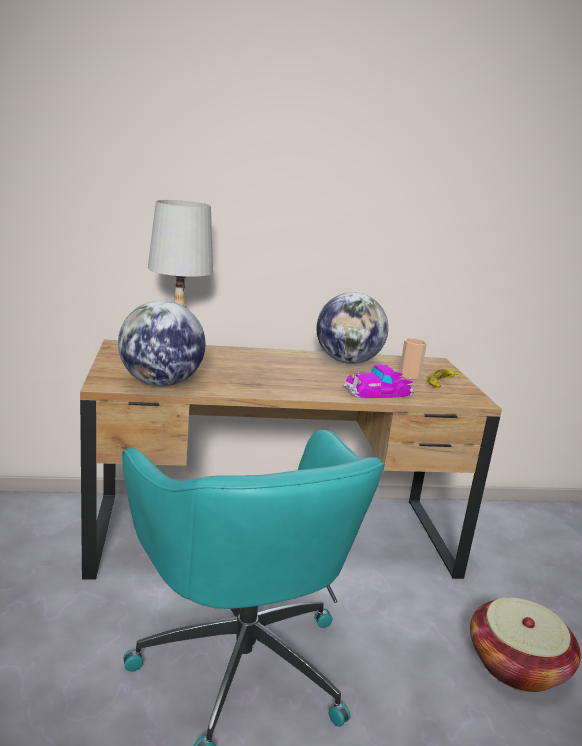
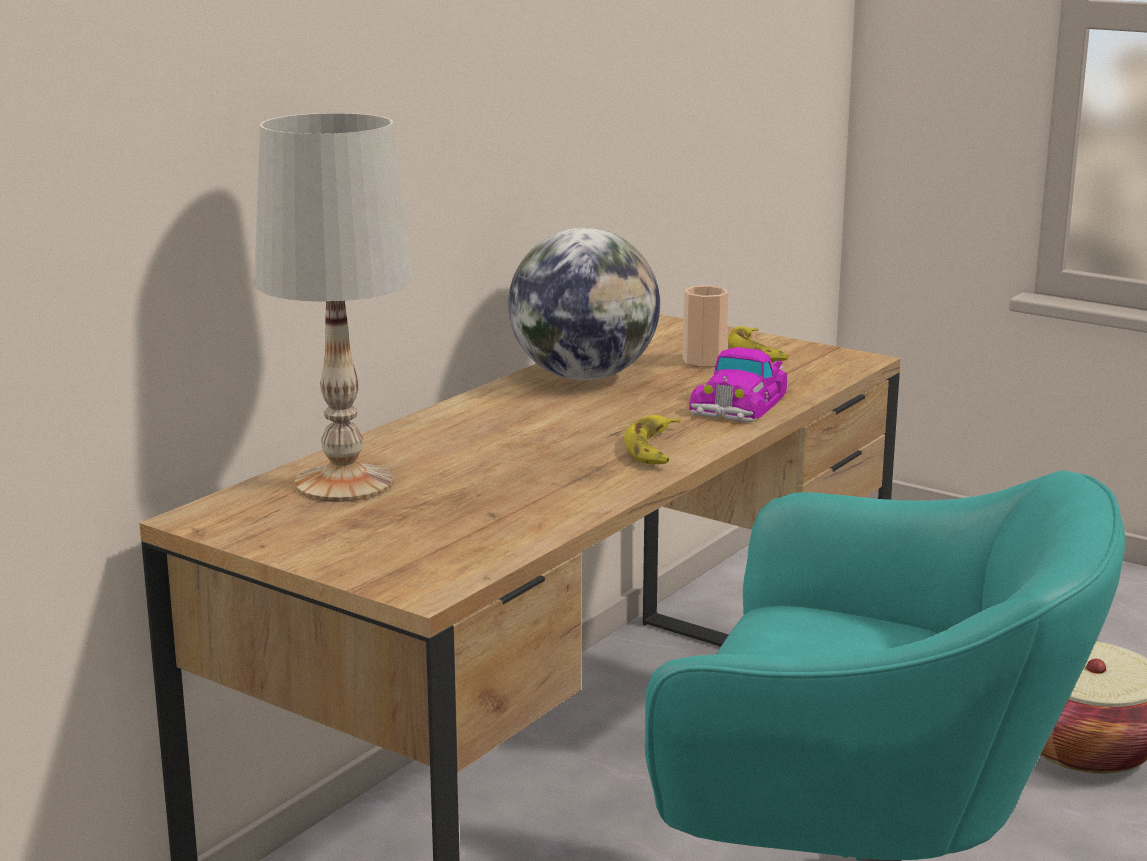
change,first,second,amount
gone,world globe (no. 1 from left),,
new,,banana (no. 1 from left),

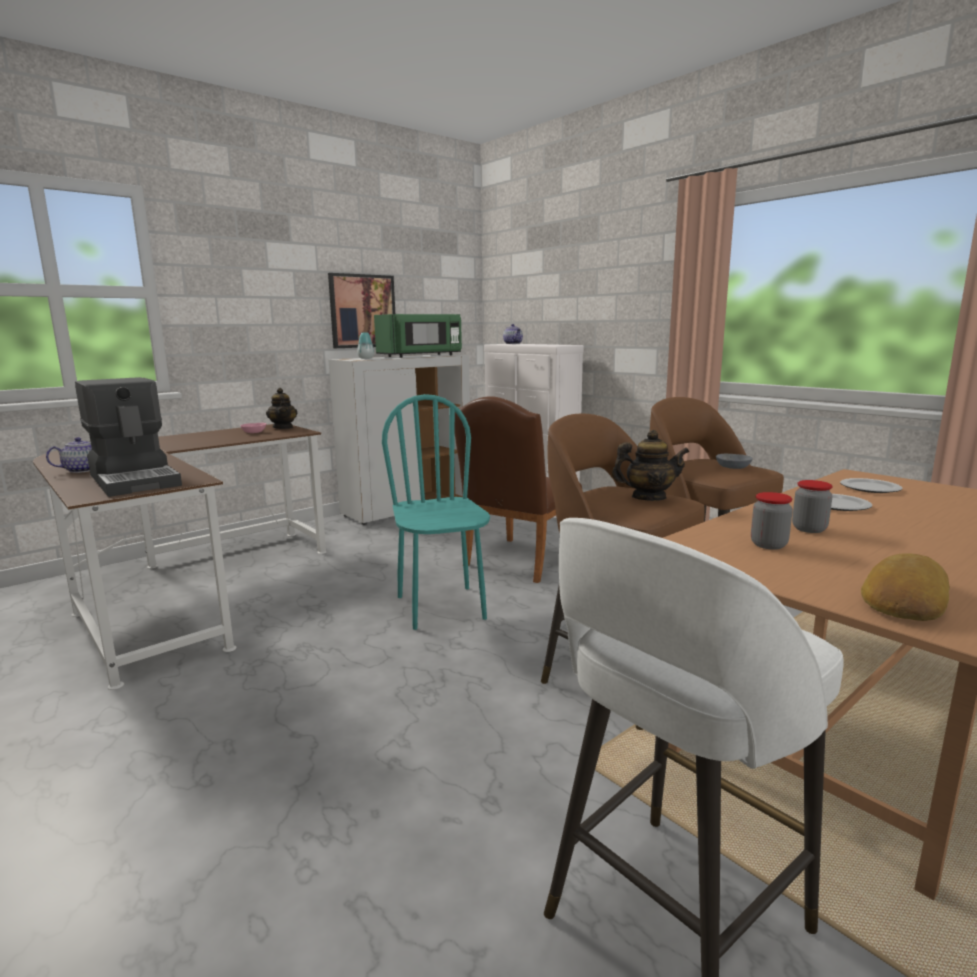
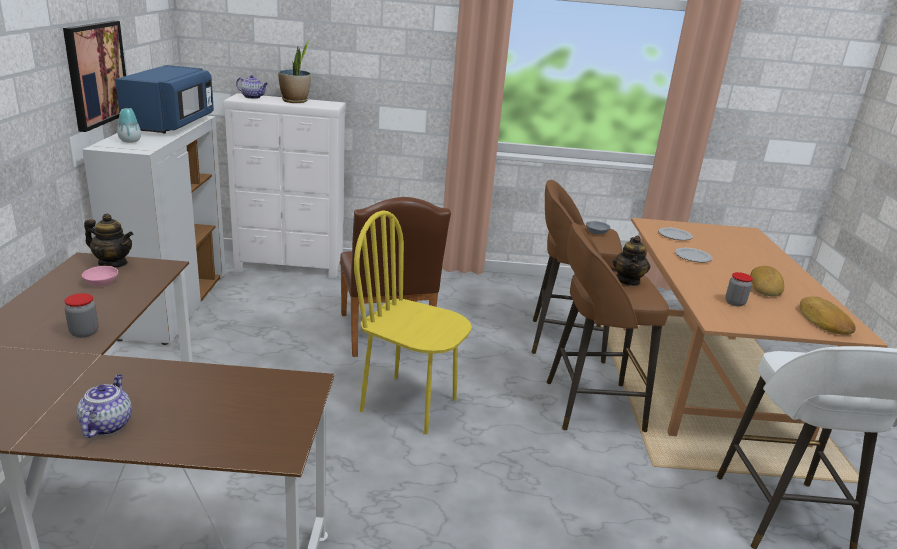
change,first,second,amount
gone,coffee brewer,,
new,,potted plant,
new,,bakery bread (no. 1 from left),
shifted,storage jar (no. 2 from left in the first image),storage jar (no. 1 from left),
repainted,green microwave oven,blue microwave oven,
repainted,blue-green plain chair,yellow-coloured plain chair,
rotated,teapot (no. 4 from left),,150 degrees clockwise

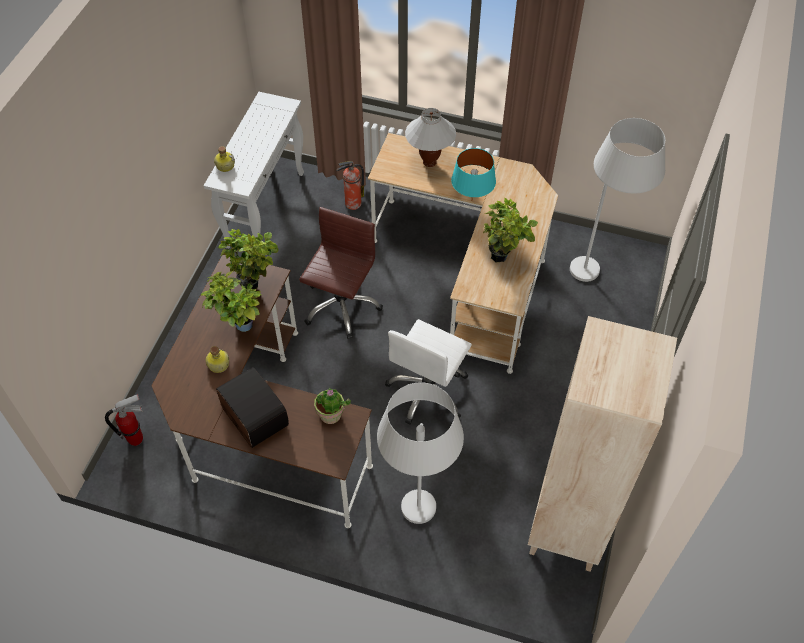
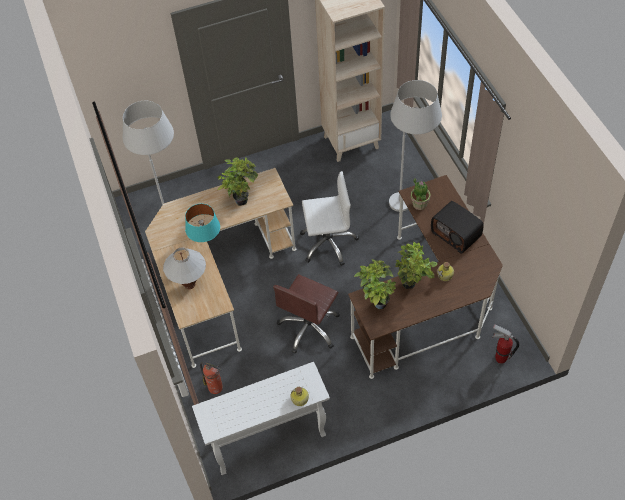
change,first,second,amount
rotated,radio receiver,,60 degrees counterclockwise
rotated,brown-coloured office chair,,45 degrees counterclockwise

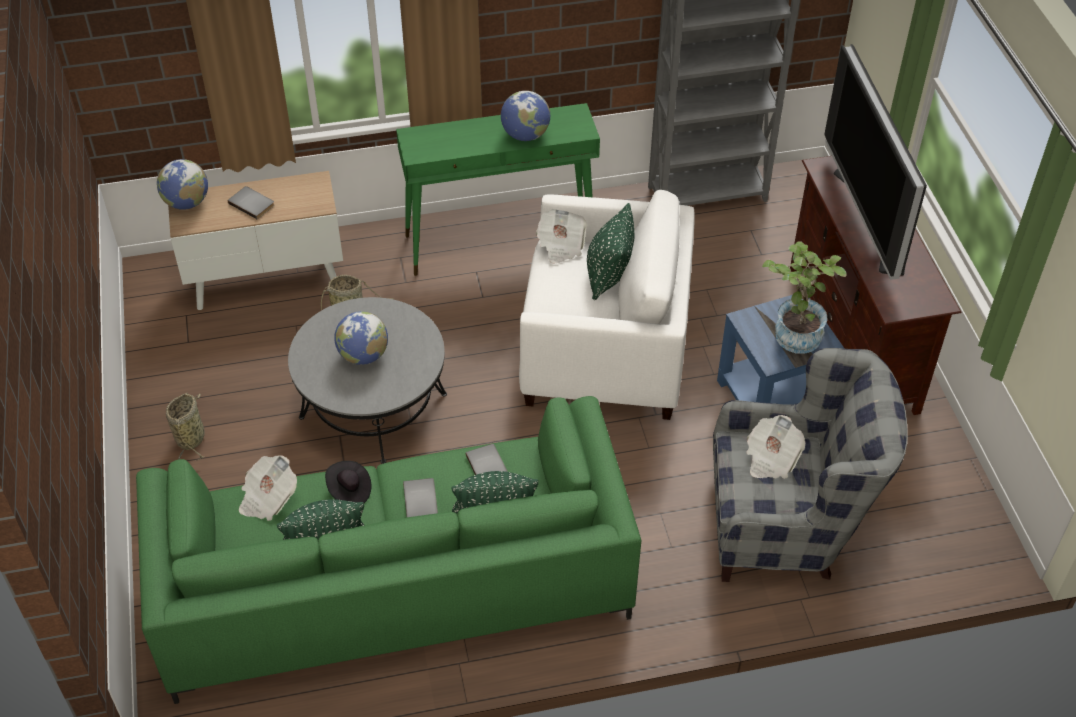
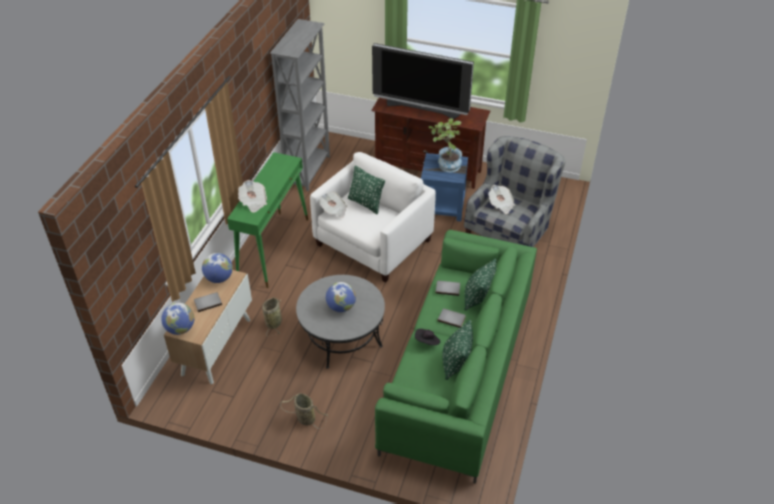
change,first,second,amount
shifted,printed paper (no. 1 from left),,
shifted,world globe (no. 3 from left in the first image),world globe (no. 2 from left),

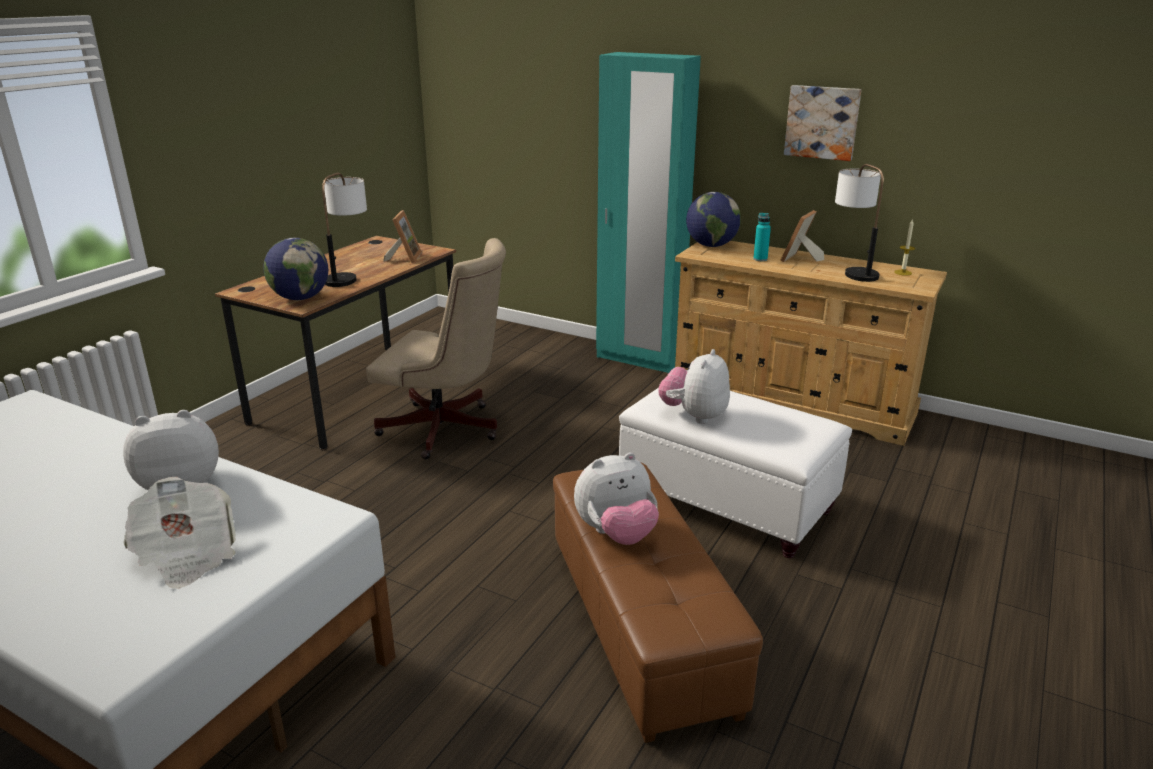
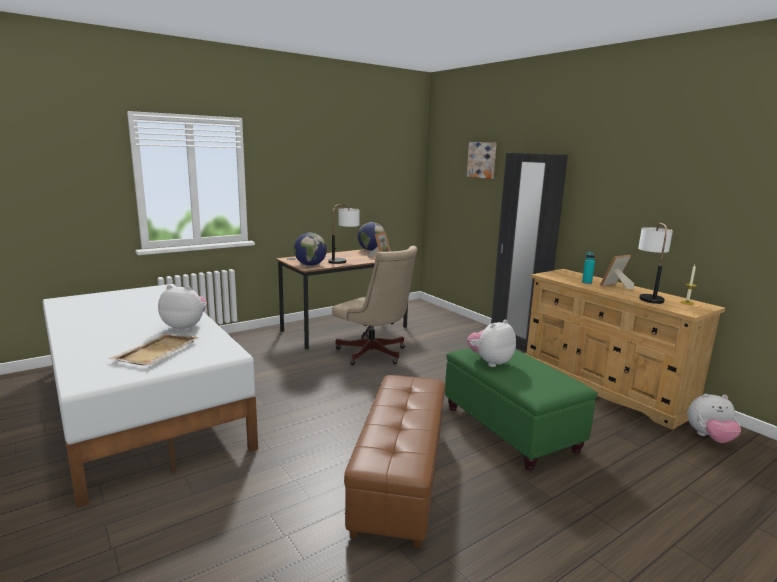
change,first,second,amount
shifted,plush toy (no. 2 from left in the first image),plush toy (no. 3 from left),
shifted,world globe (no. 2 from left),,
shifted,picture,,
swapped,printed paper,sand-coloured serving tray,
repainted,blue-green wardrobe,blackish wardrobe,
repainted,white-coloured ottoman,green ottoman,

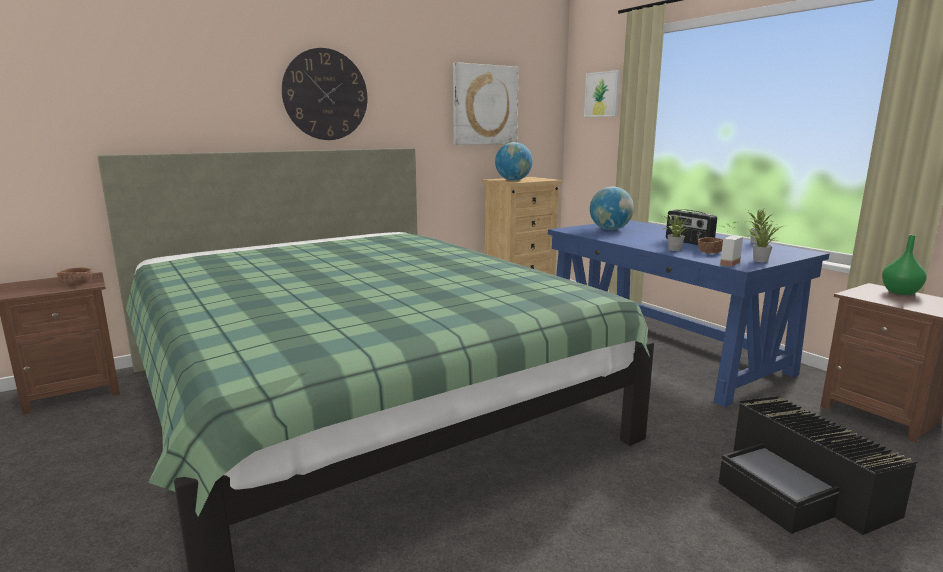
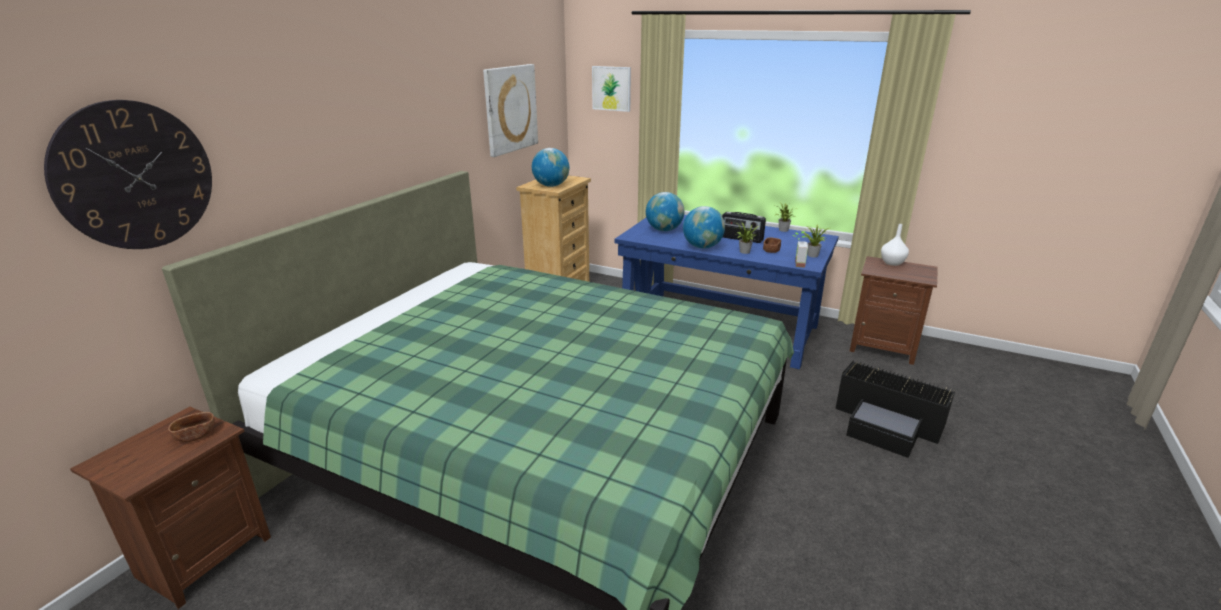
change,first,second,amount
new,,world globe (no. 3 from left),
shifted,hanging clock,,
repainted,green vase,white-coloured vase,

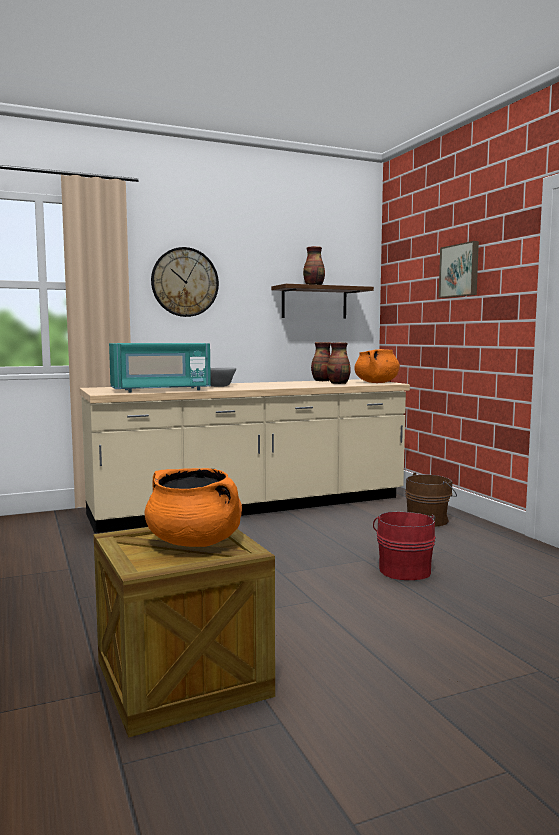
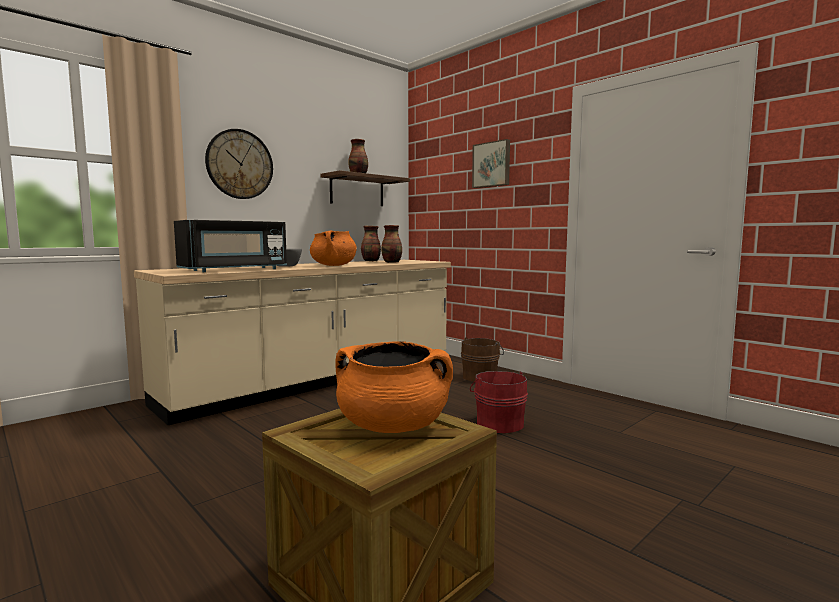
change,first,second,amount
shifted,orange stockpot (no. 2 from left in the first image),orange stockpot (no. 1 from left),
repainted,blue-green microwave oven,blackish microwave oven,

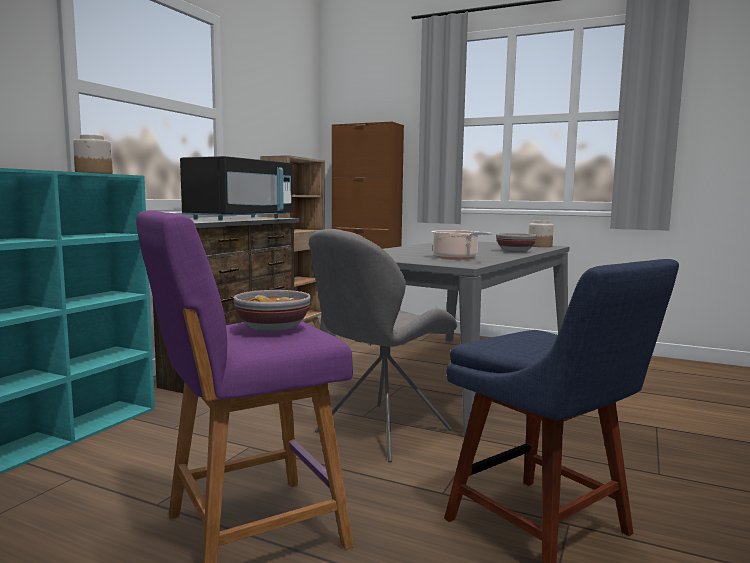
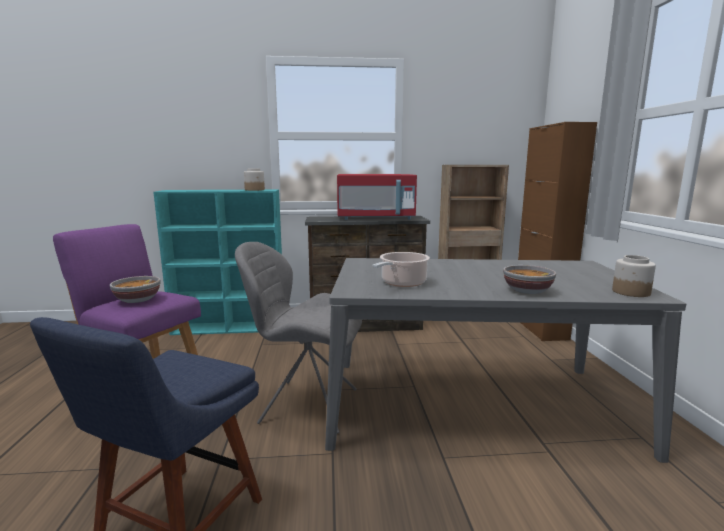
change,first,second,amount
repainted,blackish microwave oven,reddish microwave oven,

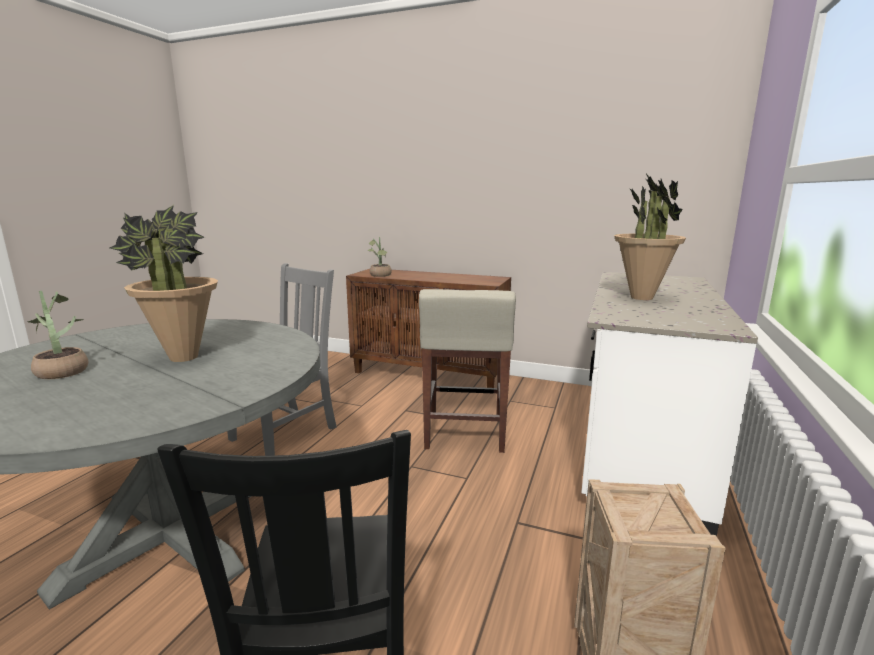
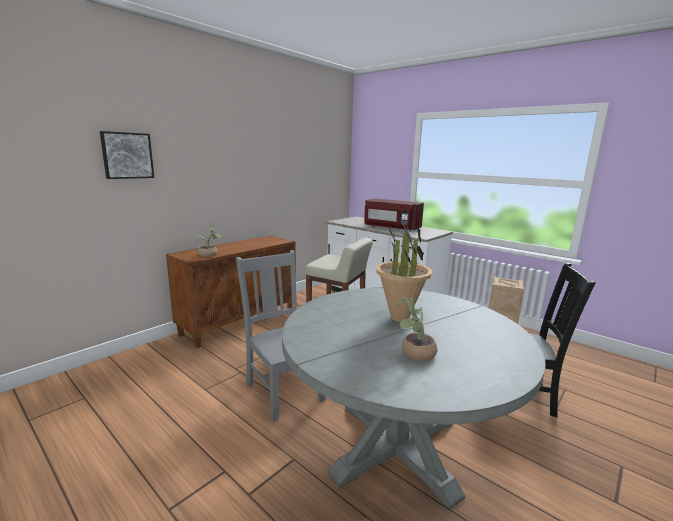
change,first,second,amount
new,,picture,
swapped,potted plant (no. 4 from left),reddish microwave oven,

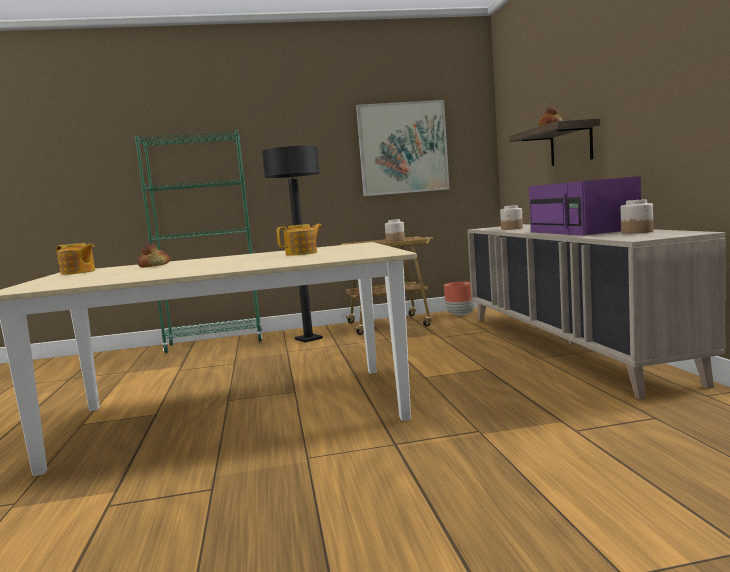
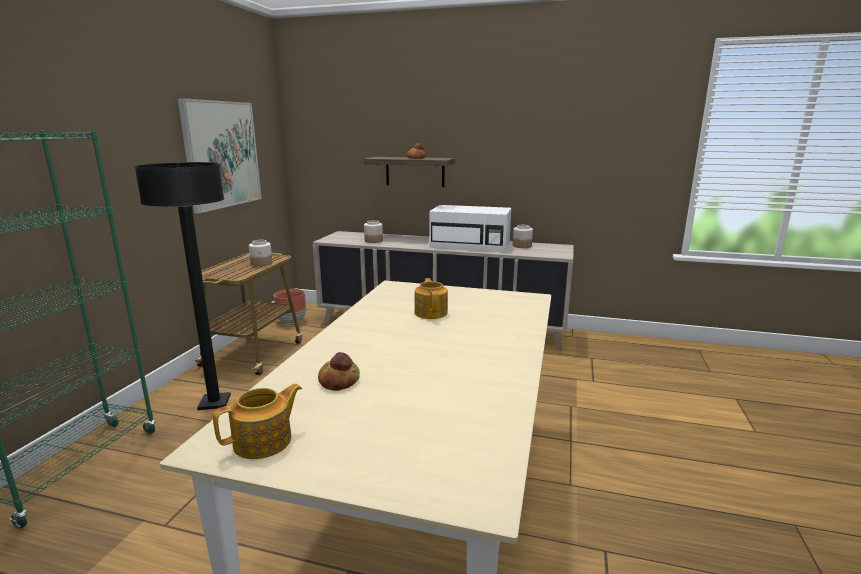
change,first,second,amount
repainted,purple-coloured microwave oven,white-coloured microwave oven,

